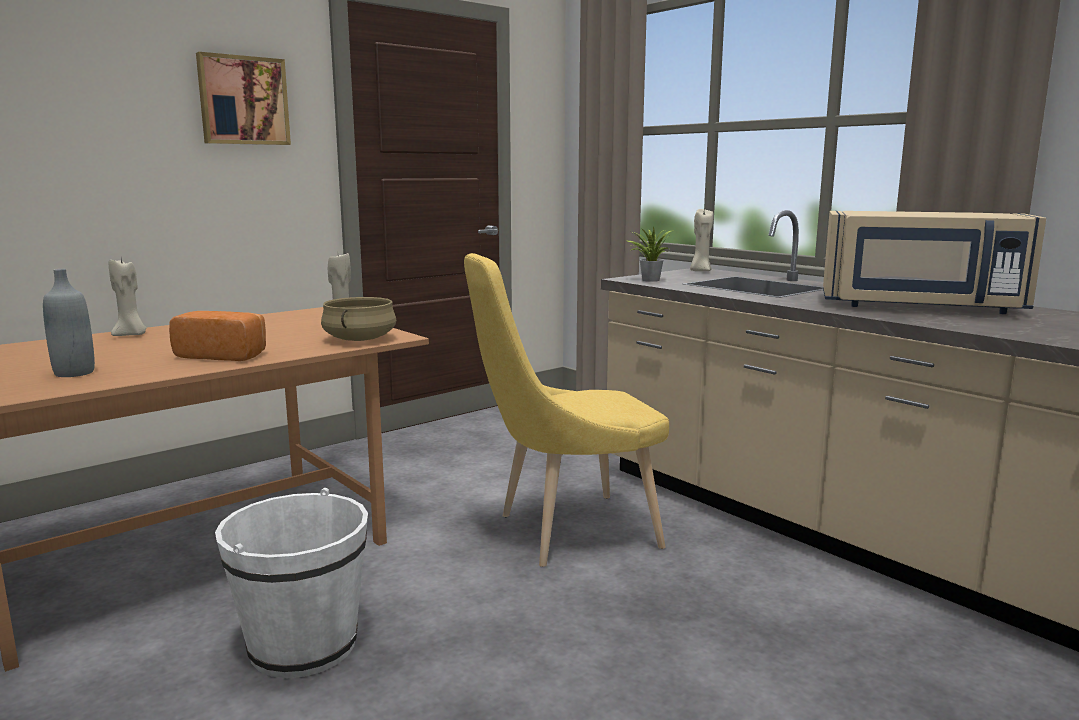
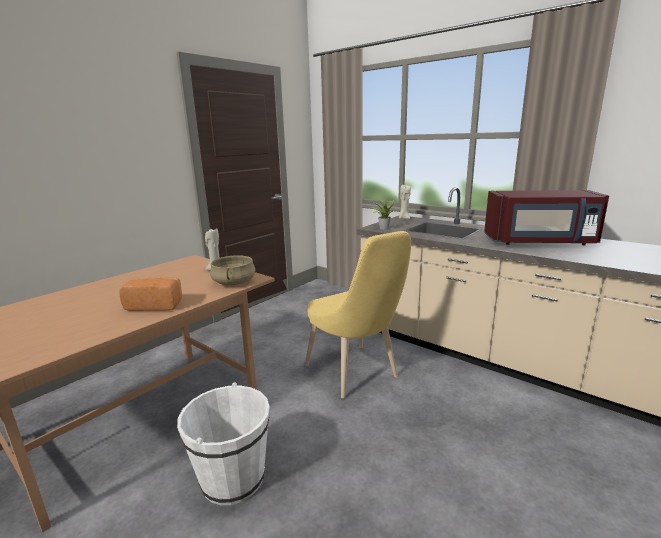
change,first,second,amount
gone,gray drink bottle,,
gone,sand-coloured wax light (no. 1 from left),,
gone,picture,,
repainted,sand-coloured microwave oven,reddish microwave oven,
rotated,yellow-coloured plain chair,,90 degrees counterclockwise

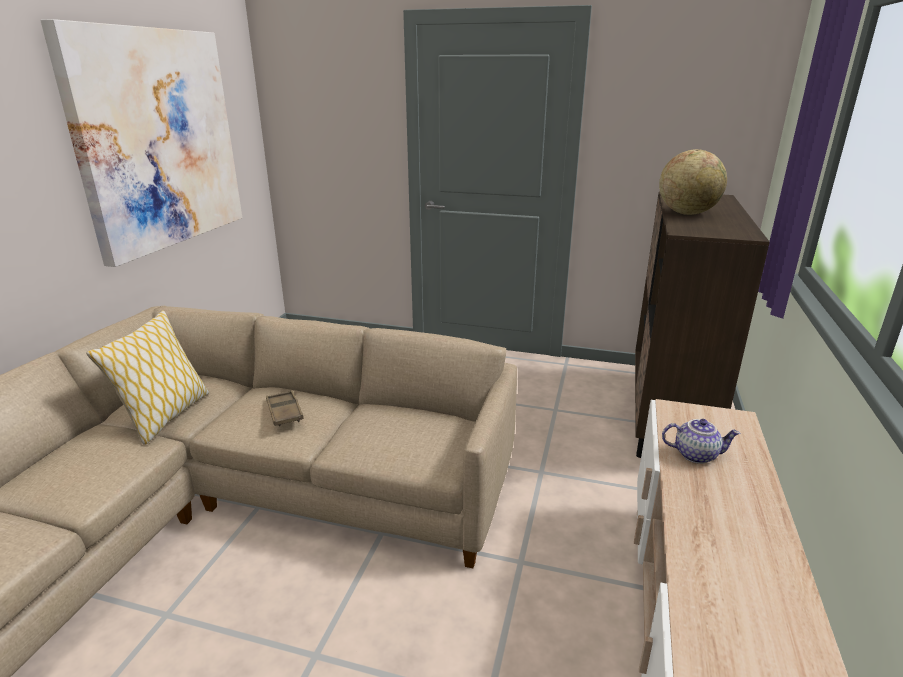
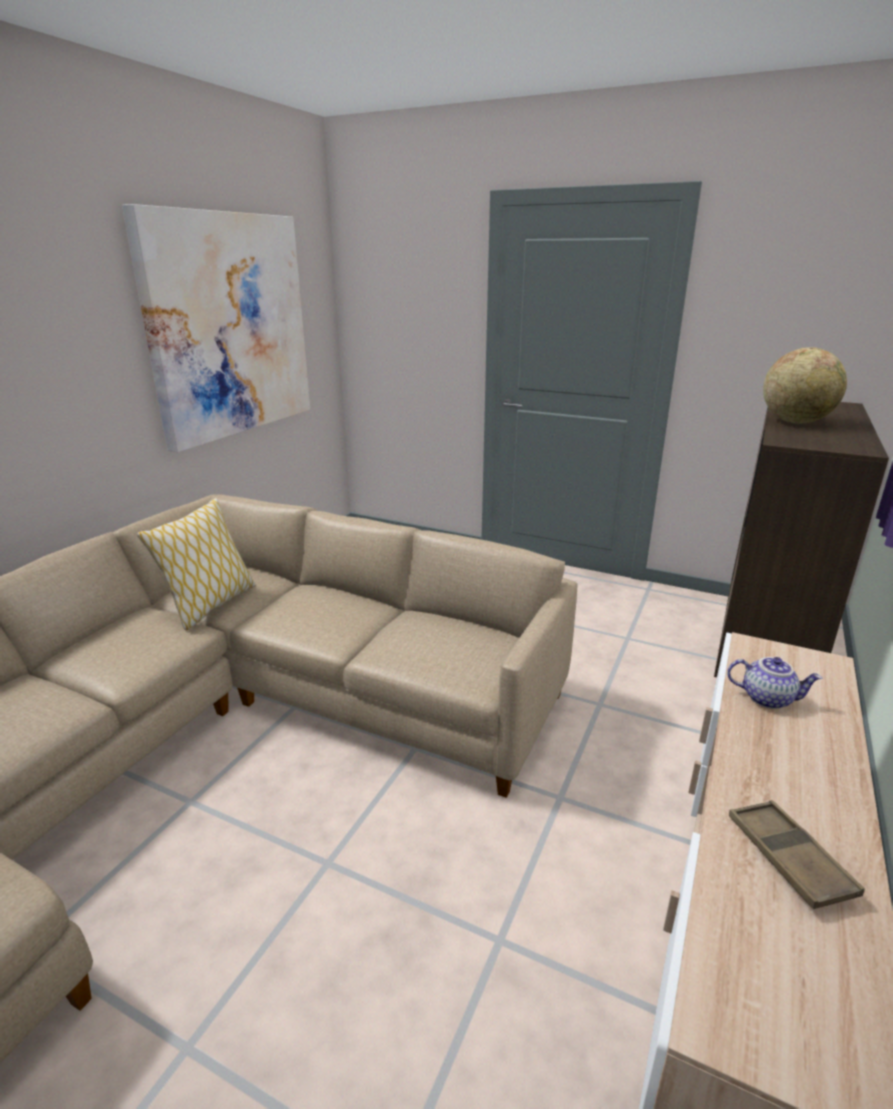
change,first,second,amount
shifted,brown-coloured serving tray,,

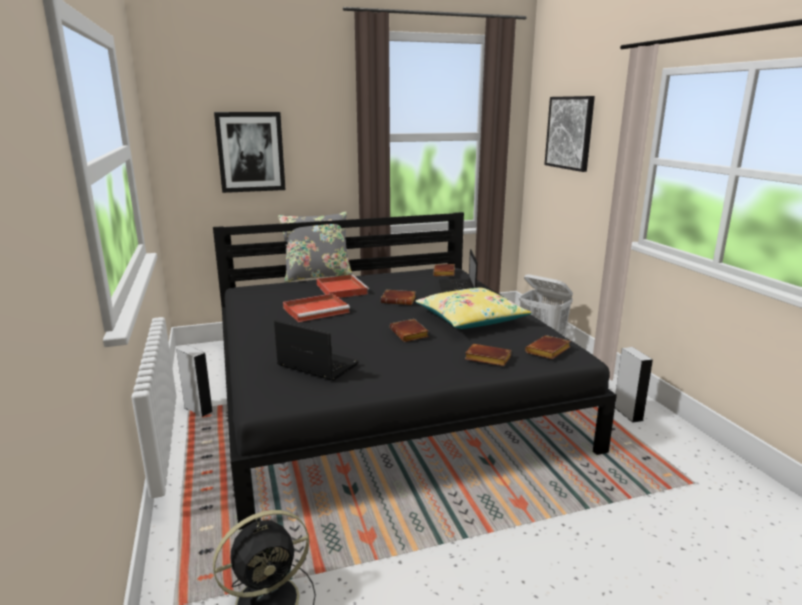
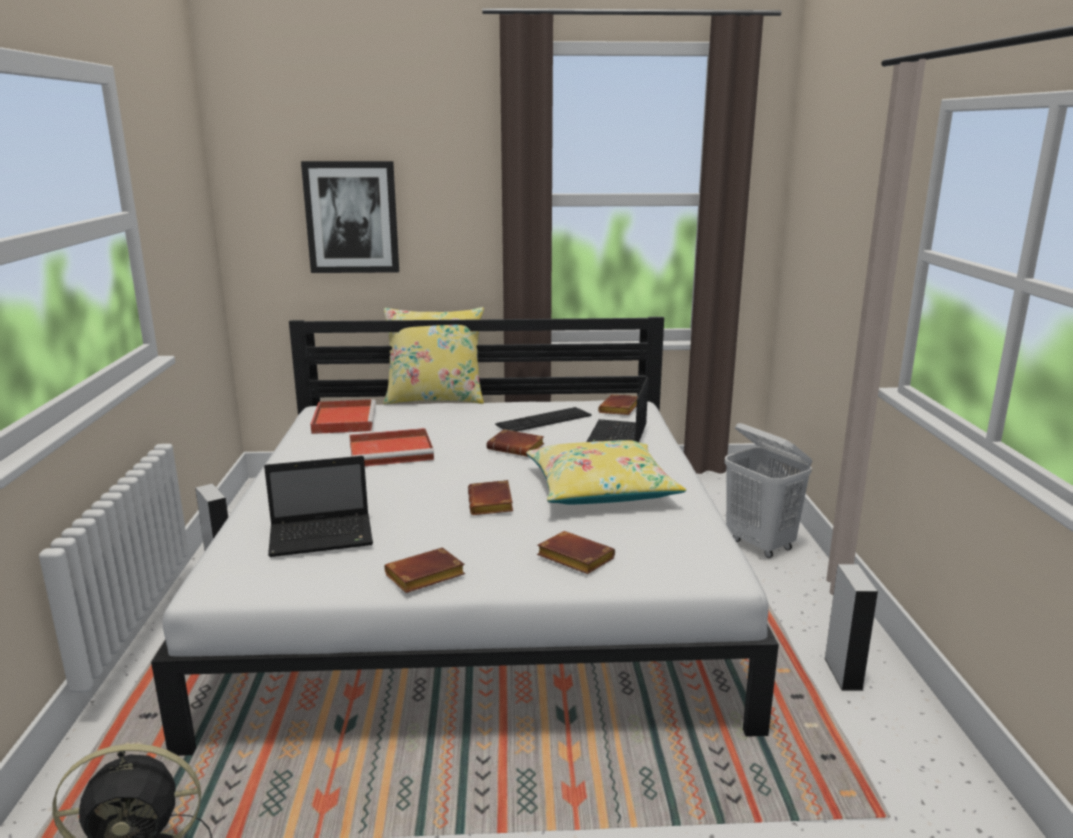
change,first,second,amount
gone,picture (no. 2 from left),,
new,,computer keyboard,
shifted,reddish serving tray (no. 2 from left in the first image),reddish serving tray (no. 1 from left),
shifted,brown-coloured volume (no. 5 from left in the first image),brown-coloured volume (no. 1 from left),
repainted,blackish sleeping bed,white-coloured sleeping bed,
repainted,gray cushion,yellow-coloured cushion (no. 1 from left),
rotated,portable computer (no. 1 from left),,120 degrees clockwise

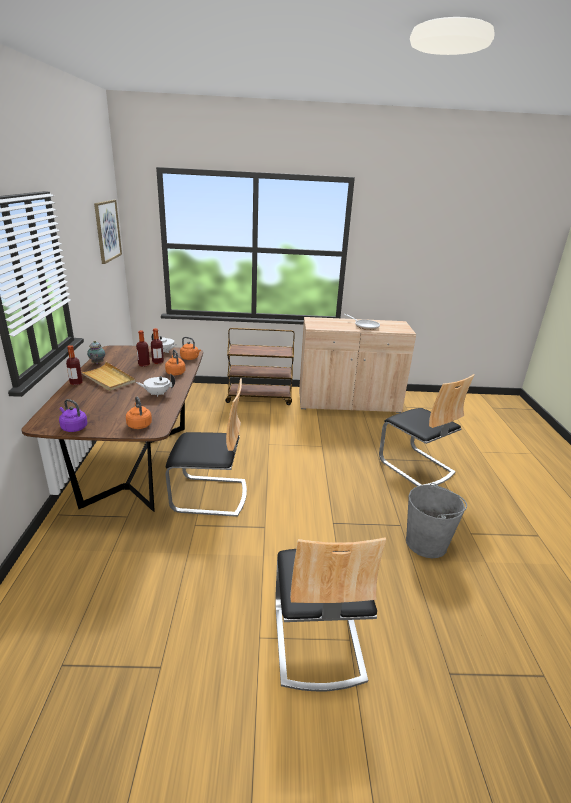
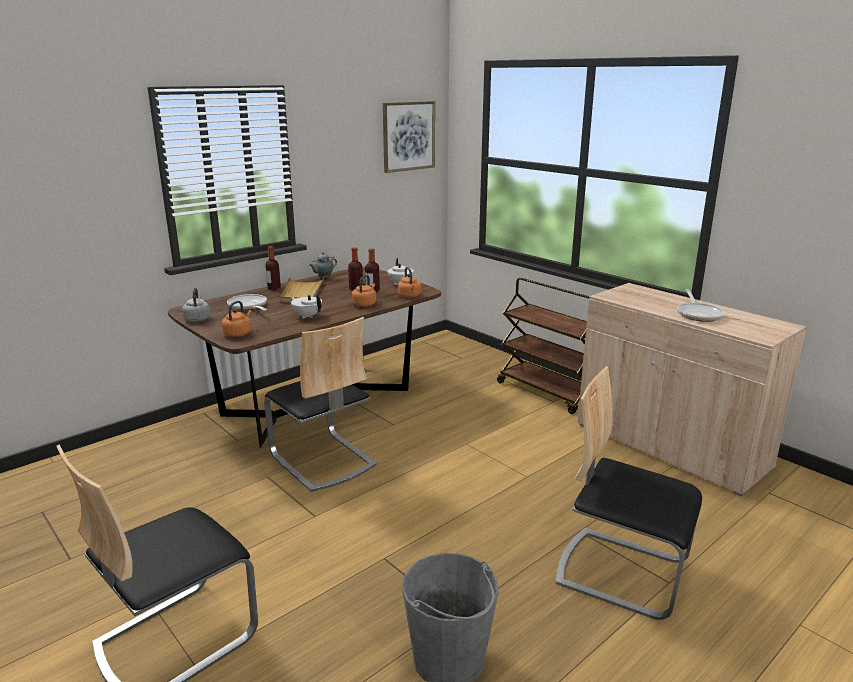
change,first,second,amount
new,,pan (no. 1 from left),
repainted,purple-coloured kettle,gray kettle,
rotated,plain chair (no. 3 from left),,105 degrees clockwise

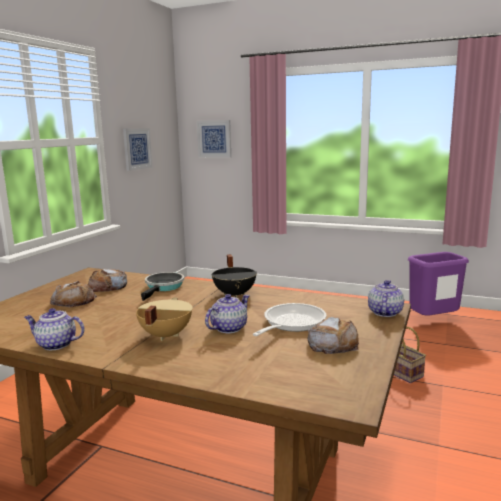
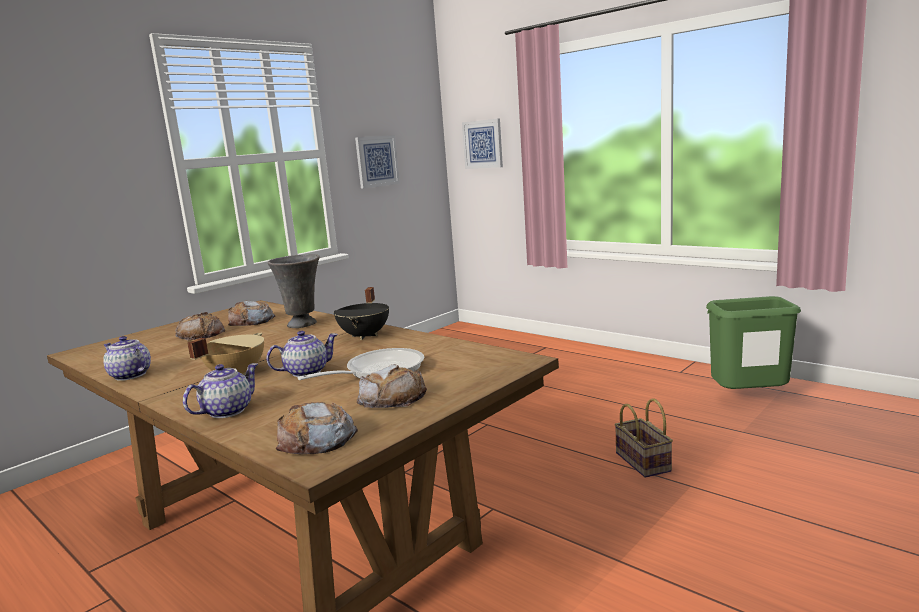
change,first,second,amount
new,,bakery bread (no. 3 from left),
shifted,teapot (no. 3 from left in the first image),teapot (no. 2 from left),
swapped,pan (no. 1 from left),gray vase,
repainted,purple-coloured waste bin,green waste bin,

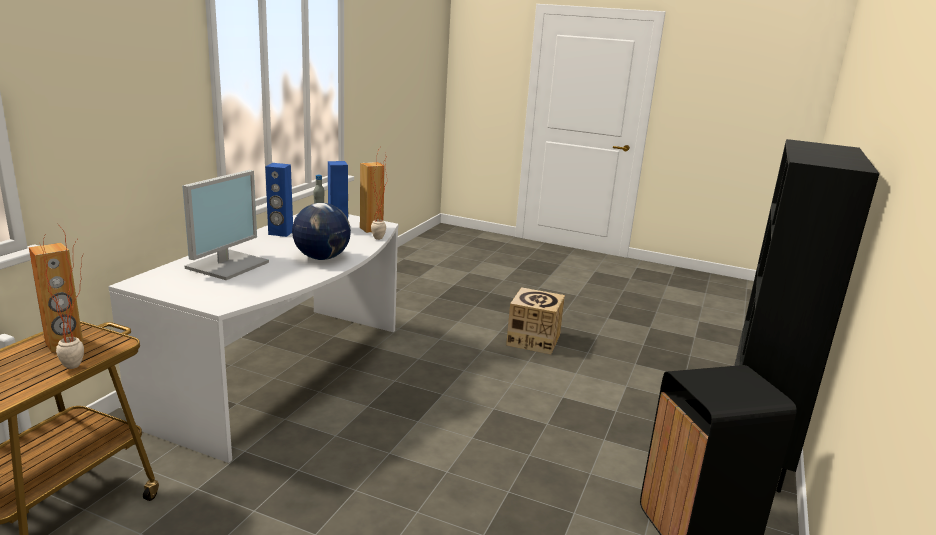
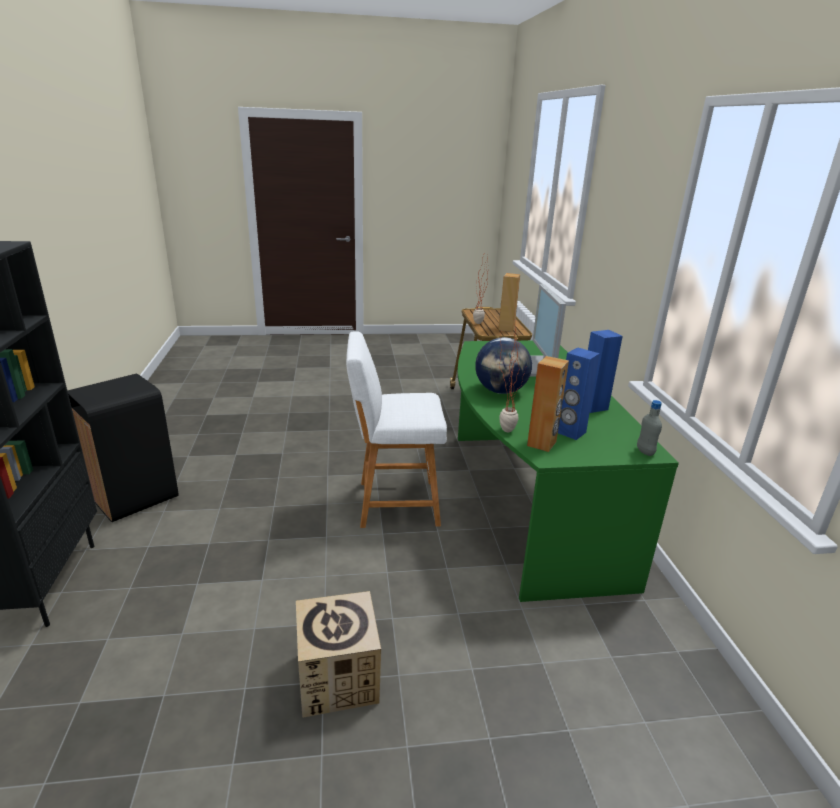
change,first,second,amount
new,,white-coloured sitting stool,
repainted,white-coloured desk,green desk,

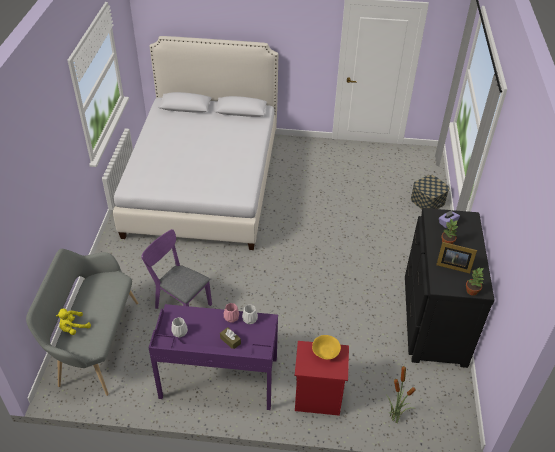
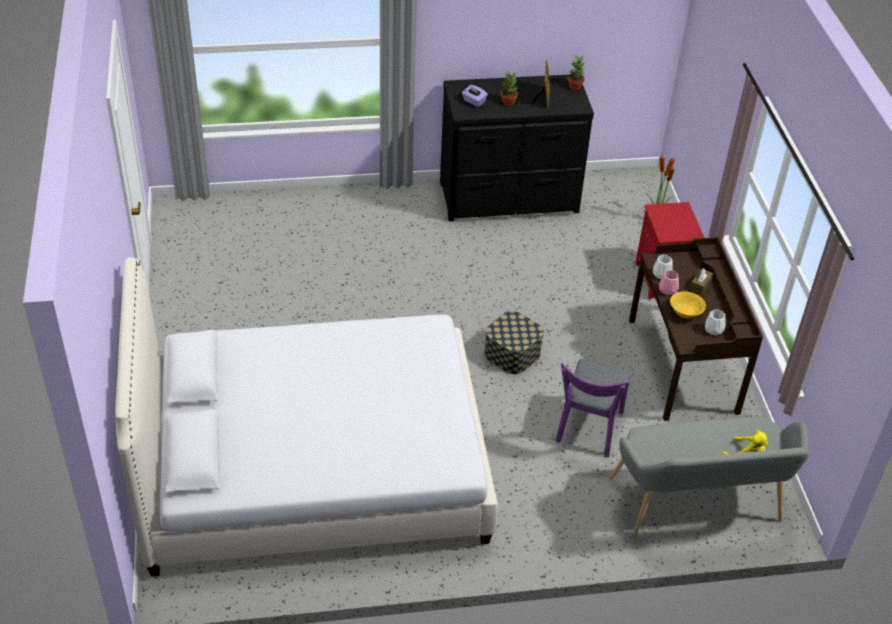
change,first,second,amount
shifted,yellow-coloured serving bowl,,
shifted,storage box,,
repainted,purple-coloured desk,brown-coloured desk,

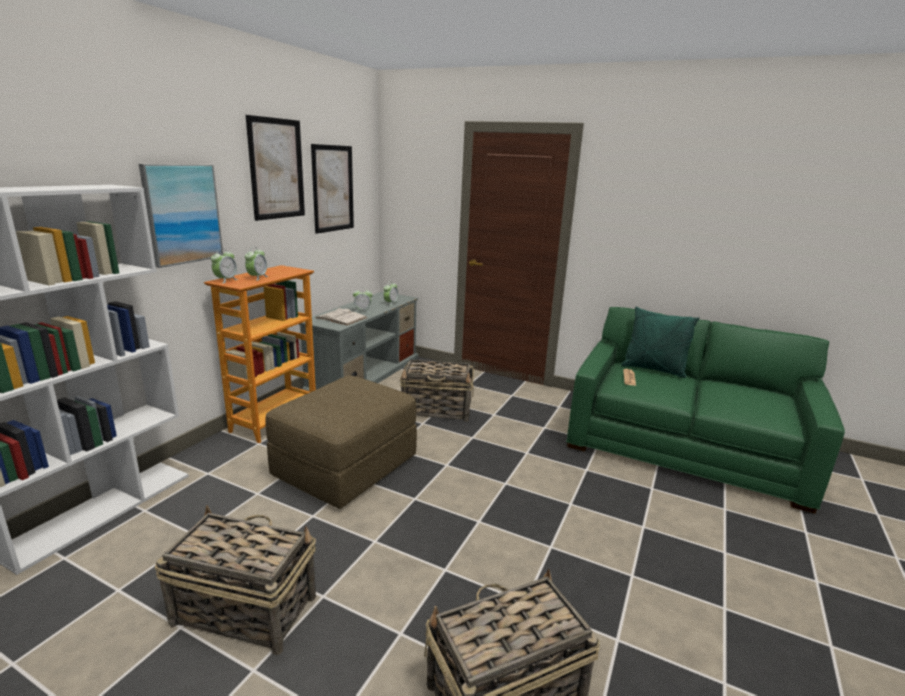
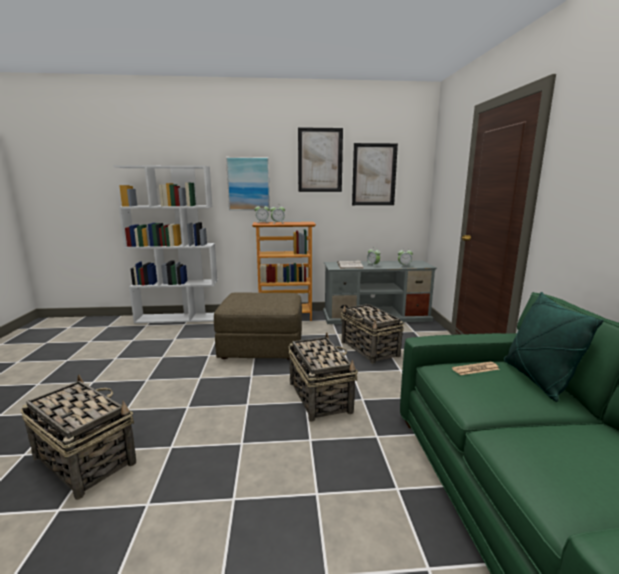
change,first,second,amount
shifted,household basket (no. 1 from left in the first image),household basket (no. 2 from left),

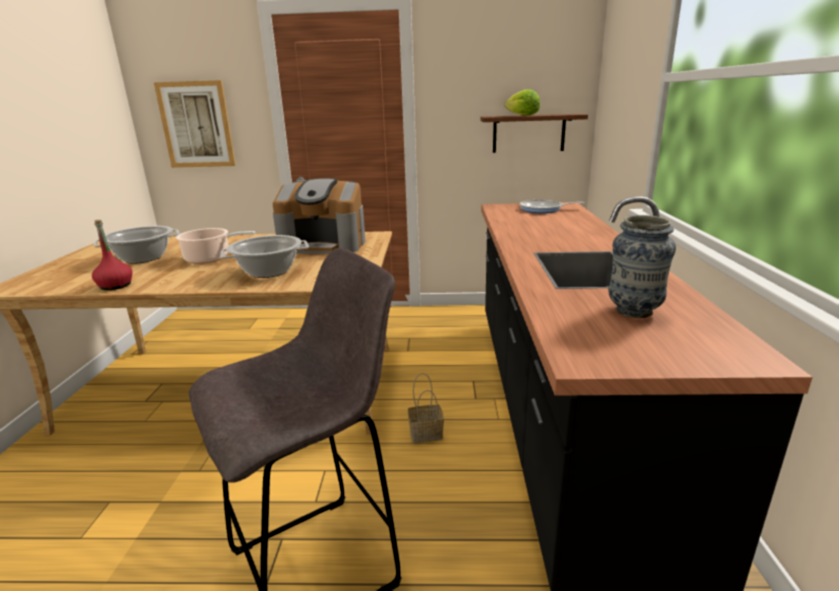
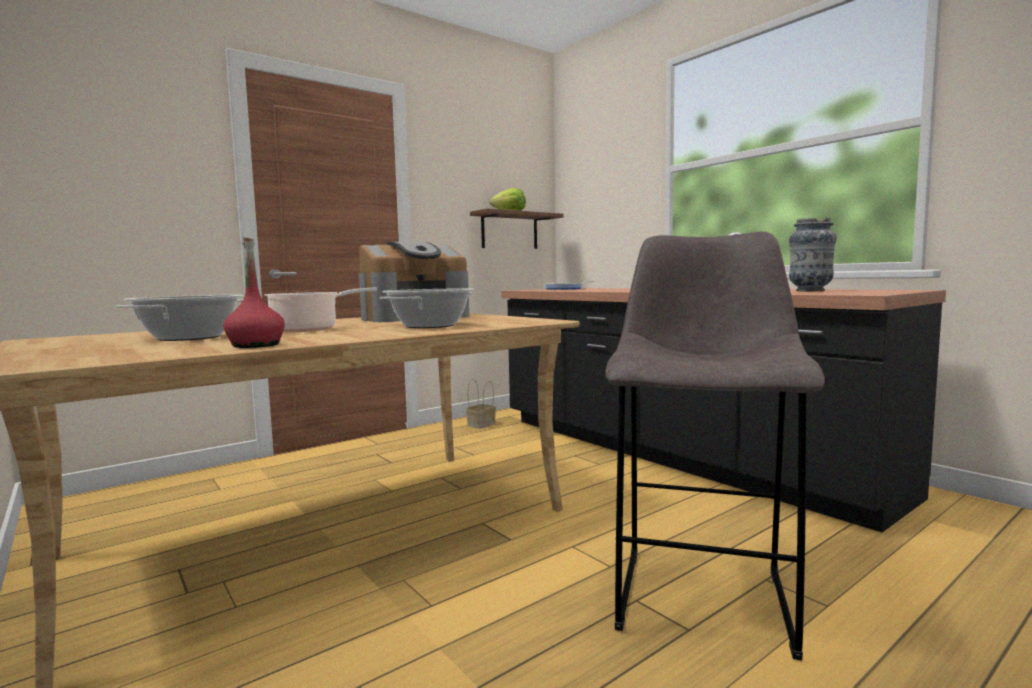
change,first,second,amount
gone,picture,,
shifted,household basket,,

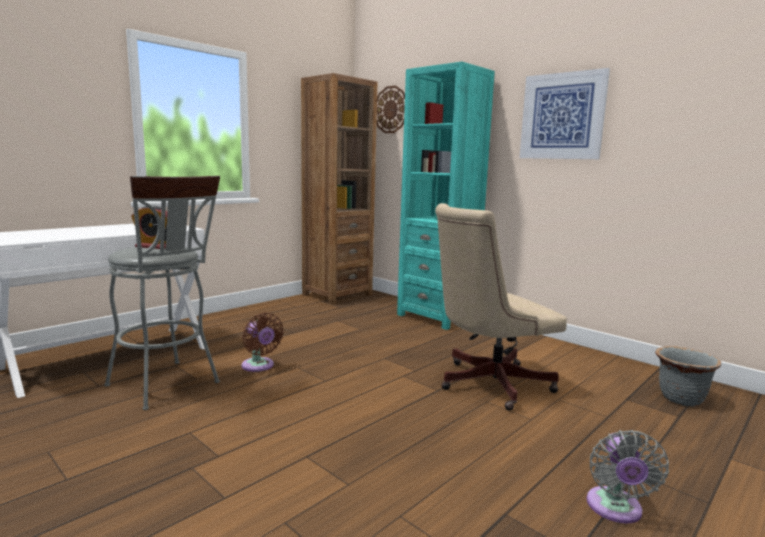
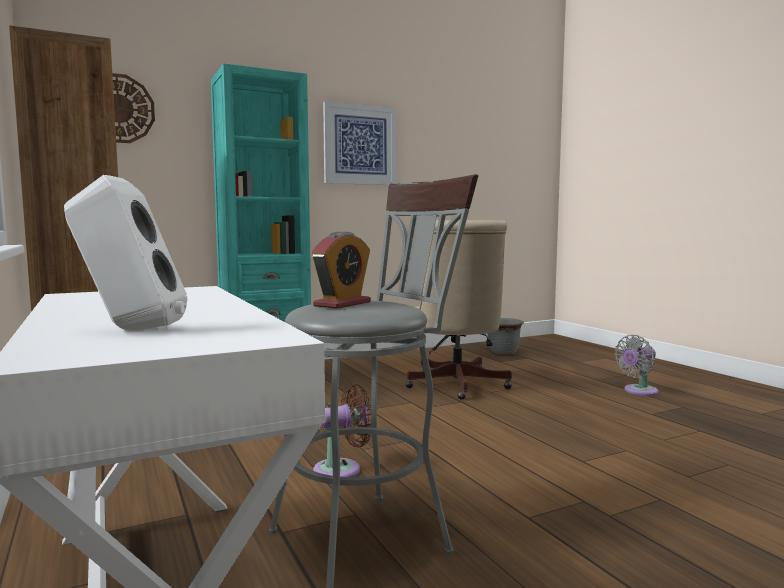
change,first,second,amount
new,,white-coloured loudspeaker,
rotated,gray cooling fan,,120 degrees clockwise

